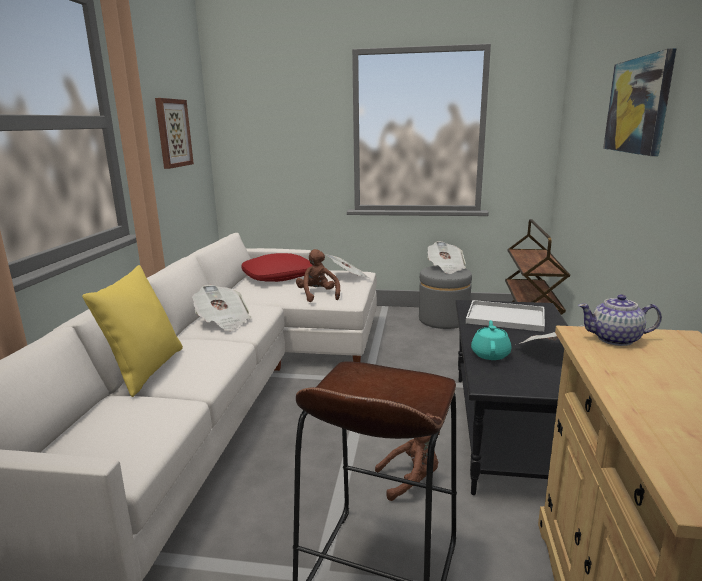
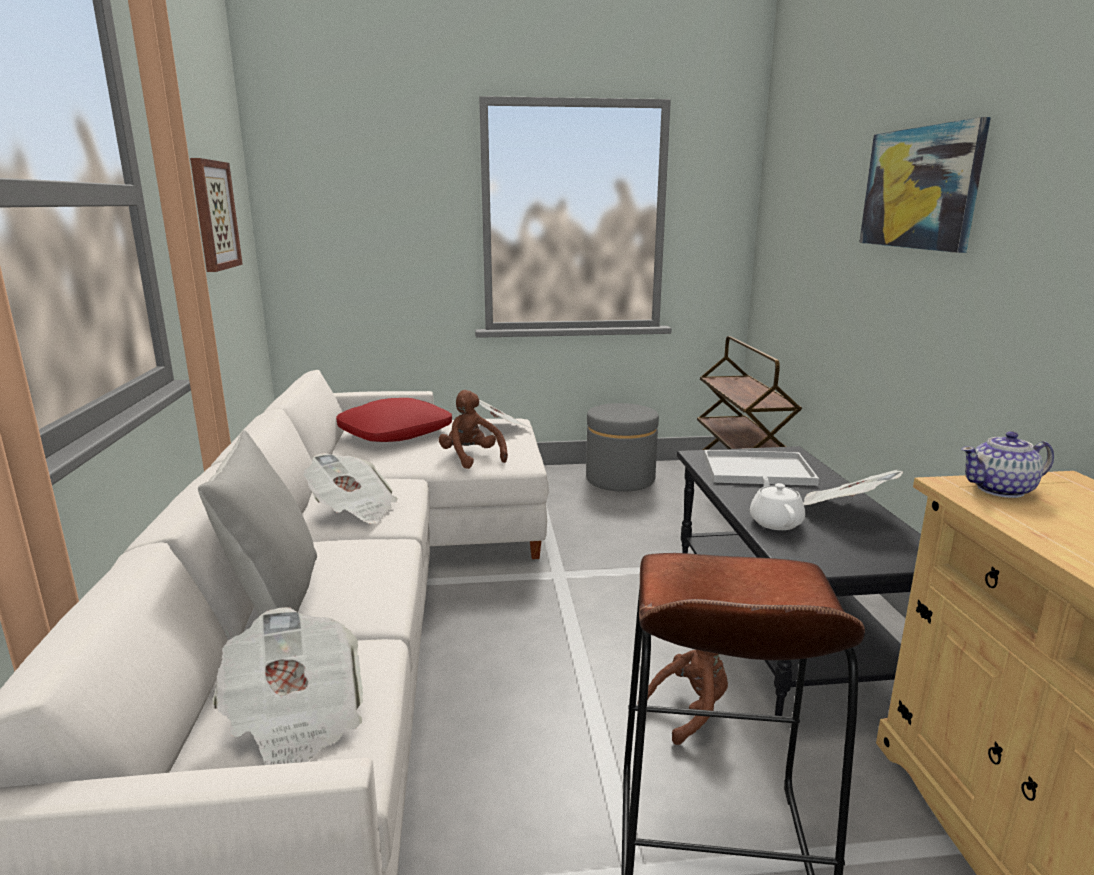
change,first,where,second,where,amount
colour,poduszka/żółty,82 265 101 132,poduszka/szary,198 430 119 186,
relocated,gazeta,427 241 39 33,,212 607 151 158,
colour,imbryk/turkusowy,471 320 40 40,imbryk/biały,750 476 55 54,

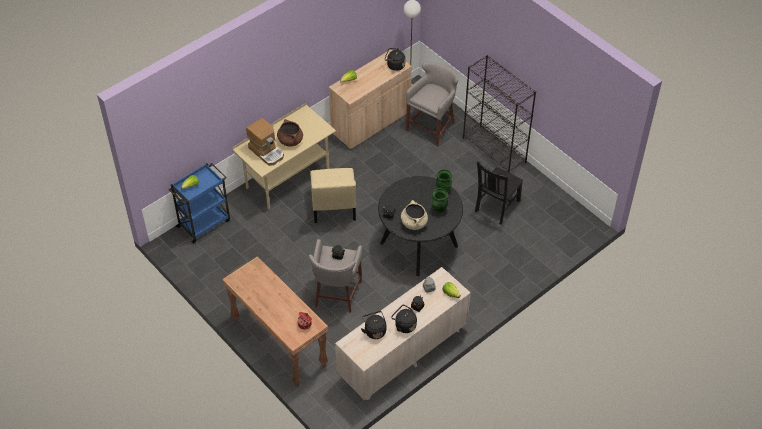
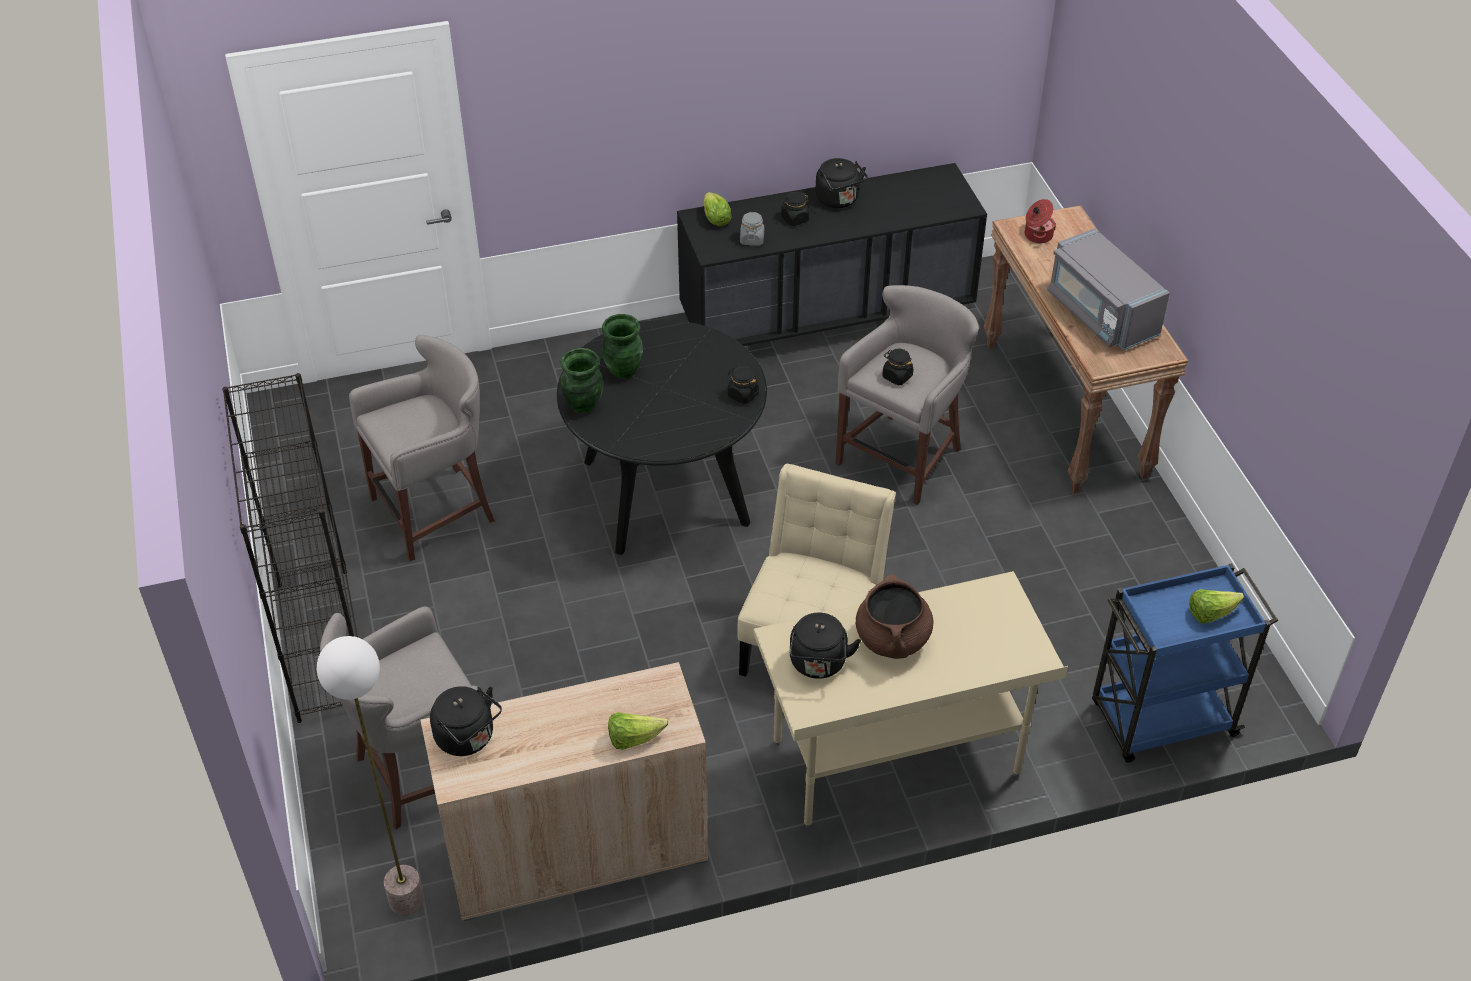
change,first,where,second,where,amount
exchanged,krzesło/czarny,475 161 48 64,stołek/szary,349 335 146 226,
colour,komoda/beżowy,335 267 136 133,komoda/czarny,677 163 310 183,
relocated,czajnik/czarny,361 311 25 28,,790 613 71 66,
appeared,,,mikrofalówka/szary,1047 228 123 122,
missing,ekspres do kawy,246 118 38 48,,,
missing,garnek/beżowy,401 200 27 30,,,

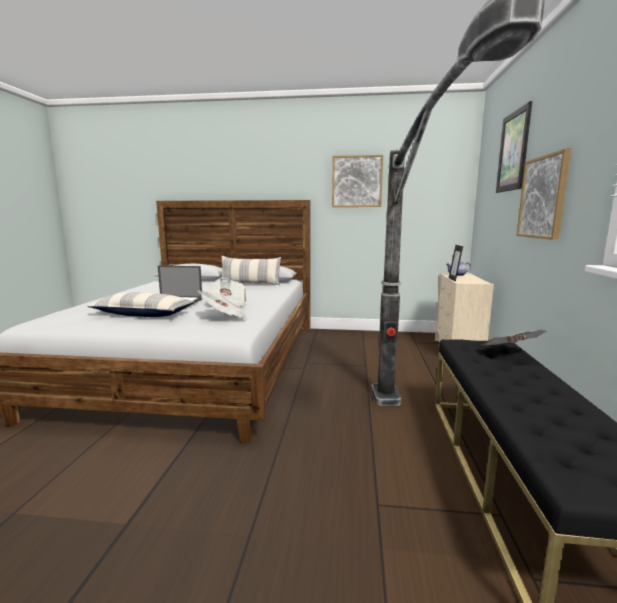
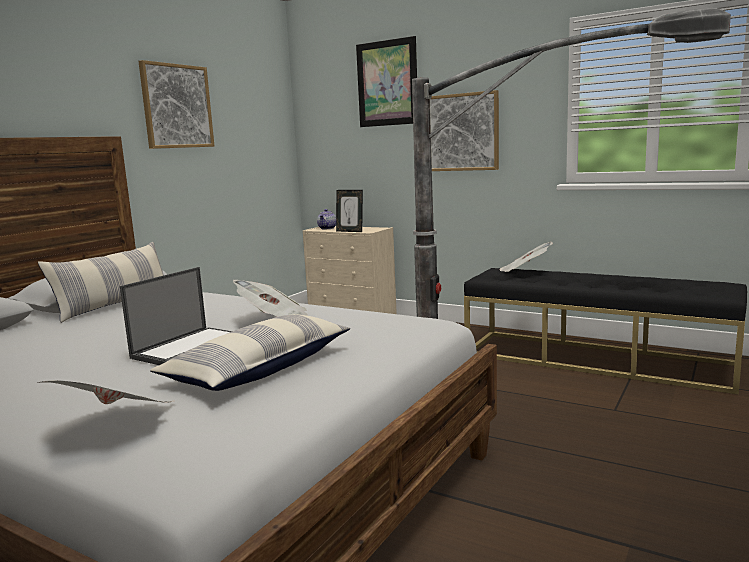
change,first,where,second,where,amount
relocated,gazeta,198 291 50 28,,37 380 137 24,

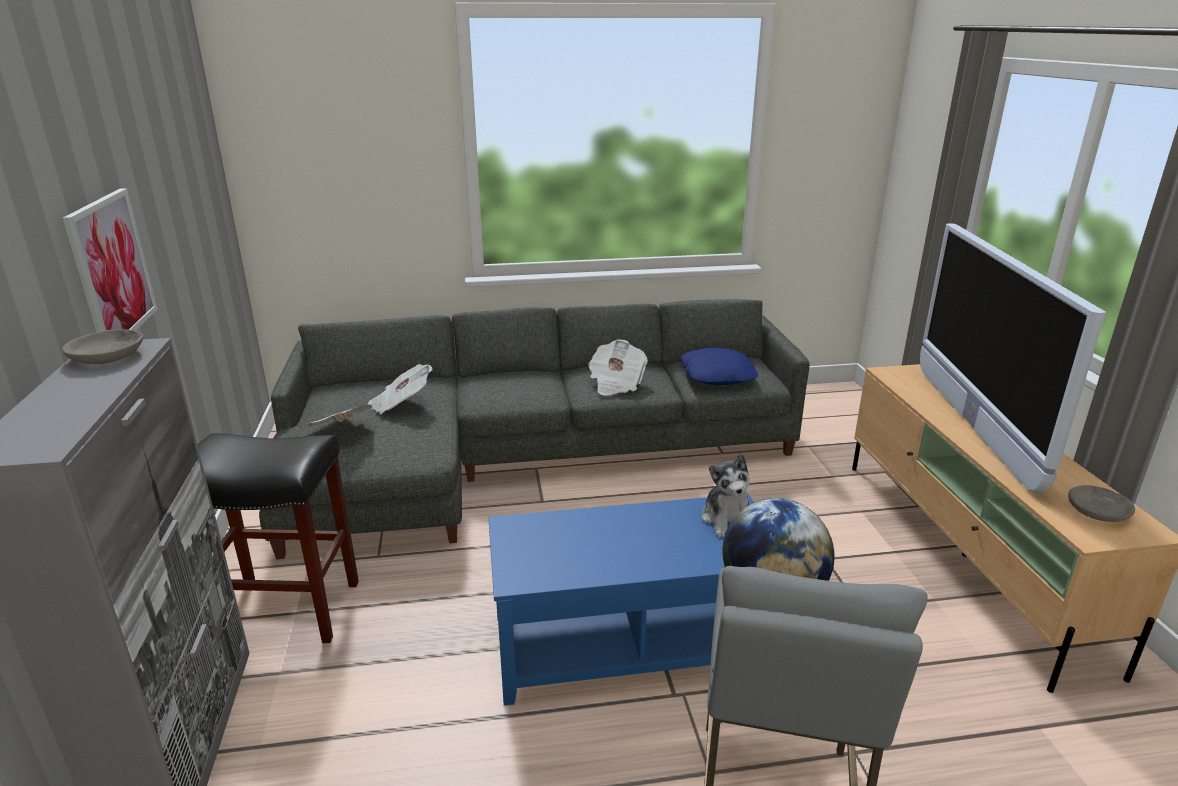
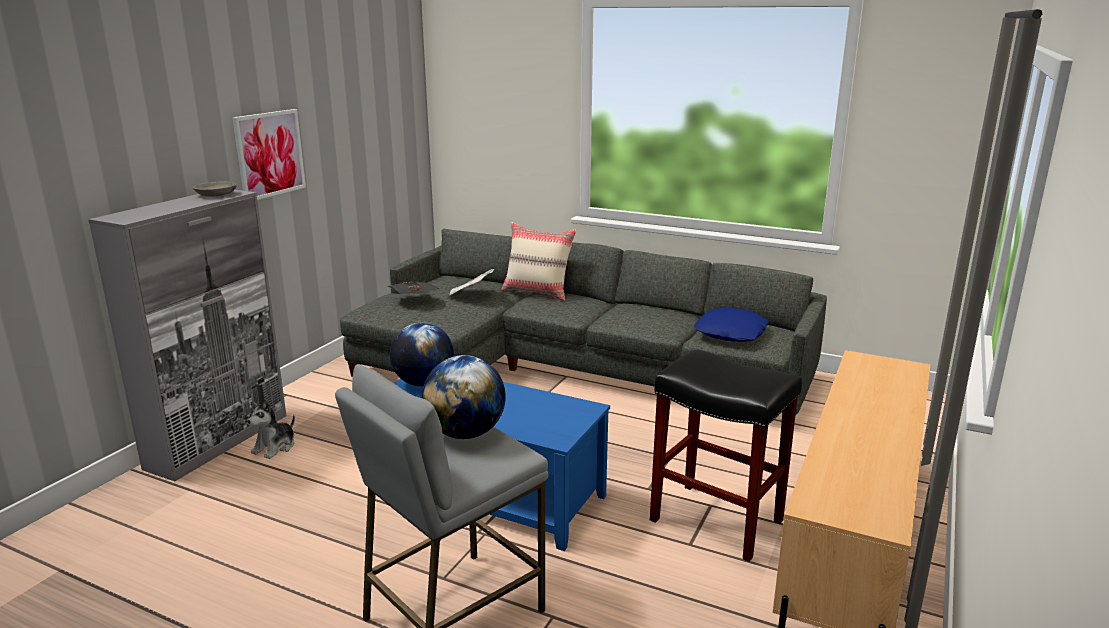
change,first,where,second,where,amount
relocated,pluszak,702 454 48 84,,247 399 48 60,
appeared,,,globus,390 322 64 64,
appeared,,,poduszka/beżowy,501 222 75 79,
relocated,stołek/czarny,197 433 162 210,,650 349 152 213,
missing,gazeta,588 339 60 56,,,
missing,telewizor,920 223 186 271,,,
missing,miska/szary,1068 485 67 37,,,

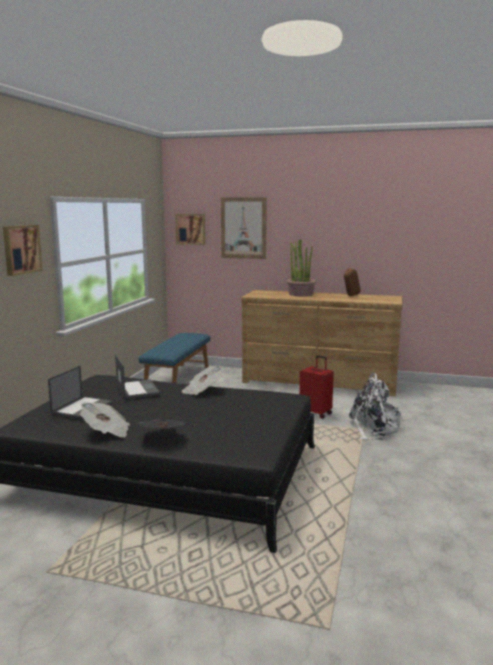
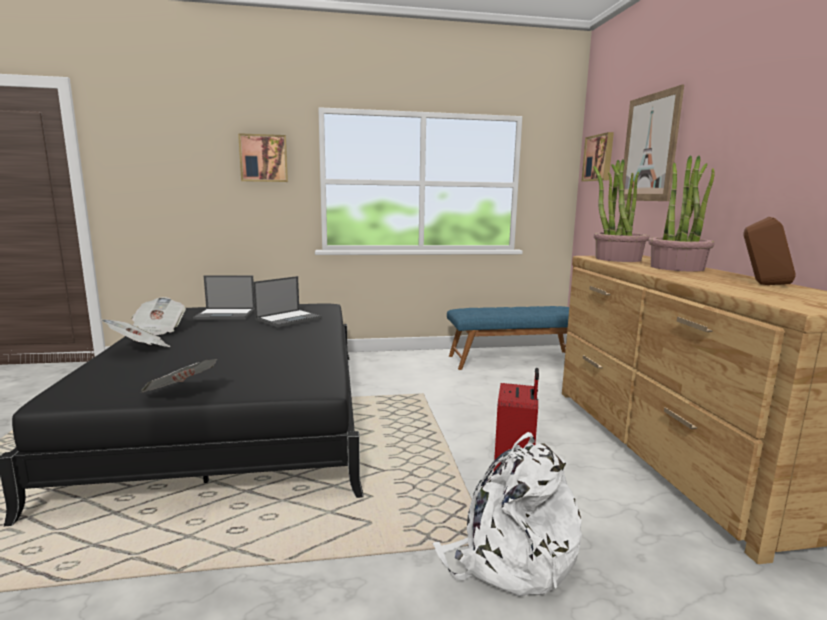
change,first,where,second,where,amount
relocated,gazeta,182 366 40 29,,140 359 78 34,
appeared,,,roślina doniczkowa,593 159 56 103,

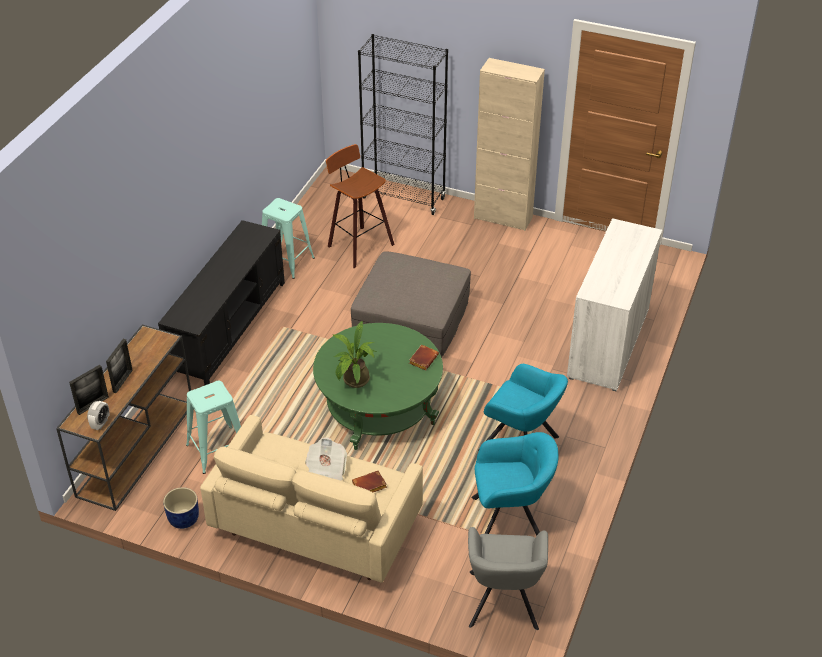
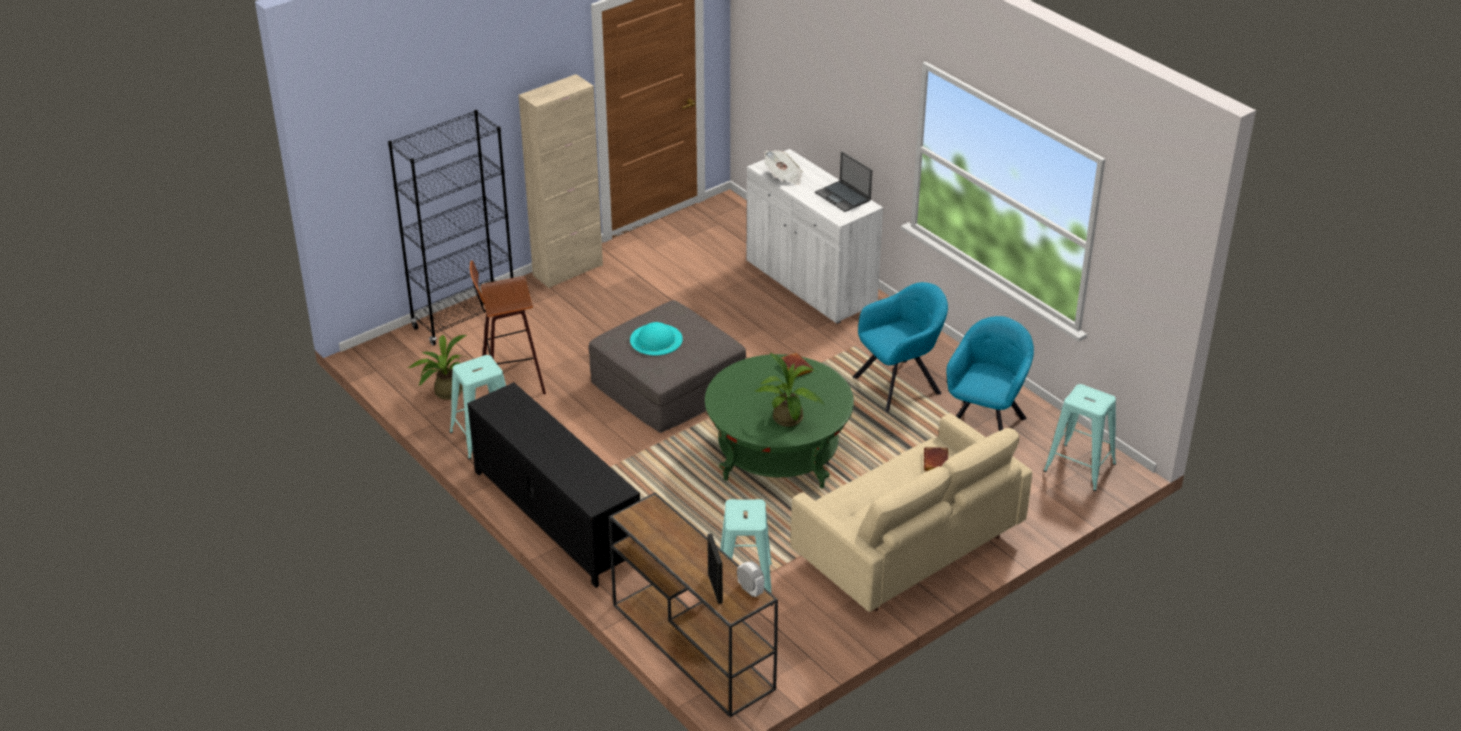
change,first,where,second,where,amount
appeared,,,roślina doniczkowa,408 335 61 65,
appeared,,,kapelusz/turkusowy,630 322 53 33,
relocated,gazeta,305 437 42 43,,764 150 39 35,
appeared,,,laptop,815 151 57 61,
exchanged,fotel/szary,468 527 80 103,stołek/turkusowy,1043 384 73 107,
missing,ramka na zdjęcie,106 339 27 54,,,
missing,donica/niebieski,163 487 36 42,,,

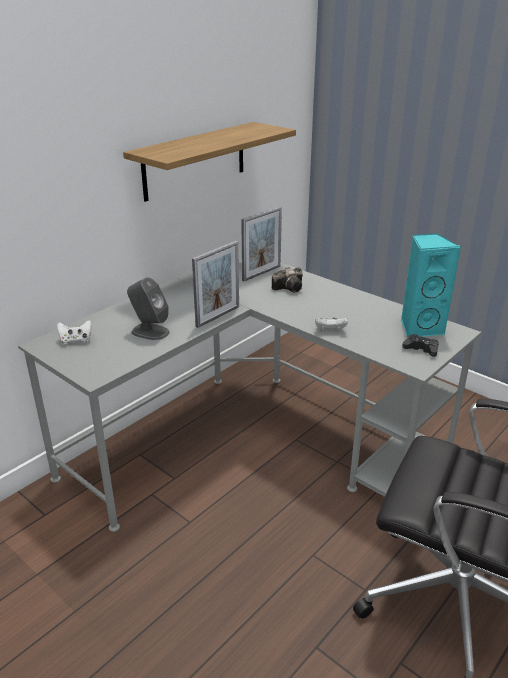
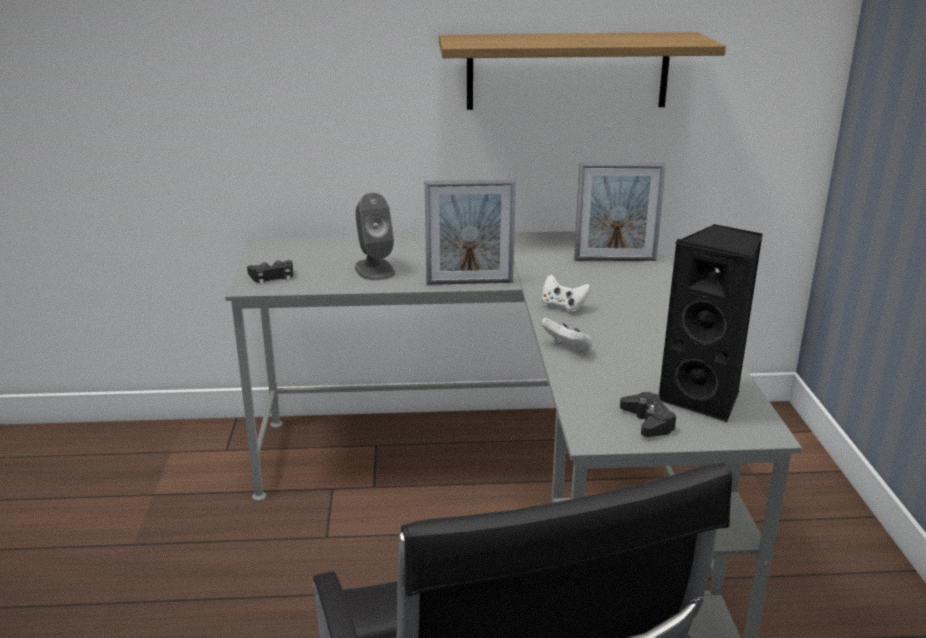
change,first,where,second,where,amount
appeared,,,pad do gier/czarny,247 260 46 24,
relocated,pad do gier/biały,57 320 35 24,,542 274 49 39,
colour,głośnik/turkusowy,401 233 60 104,głośnik/czarny,659 224 103 198,
missing,aparat fotograficzny,272 267 31 26,,,

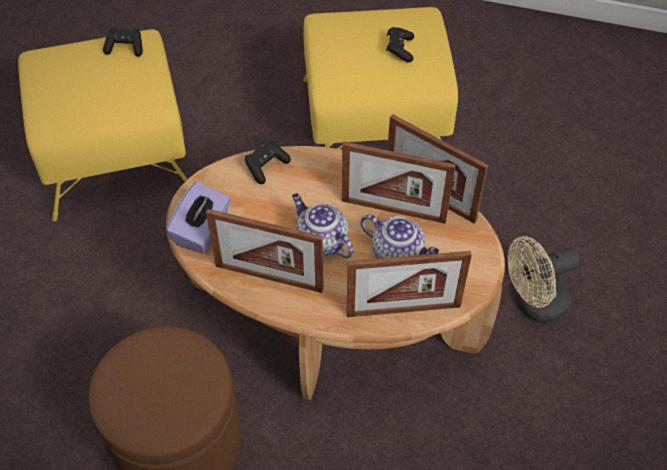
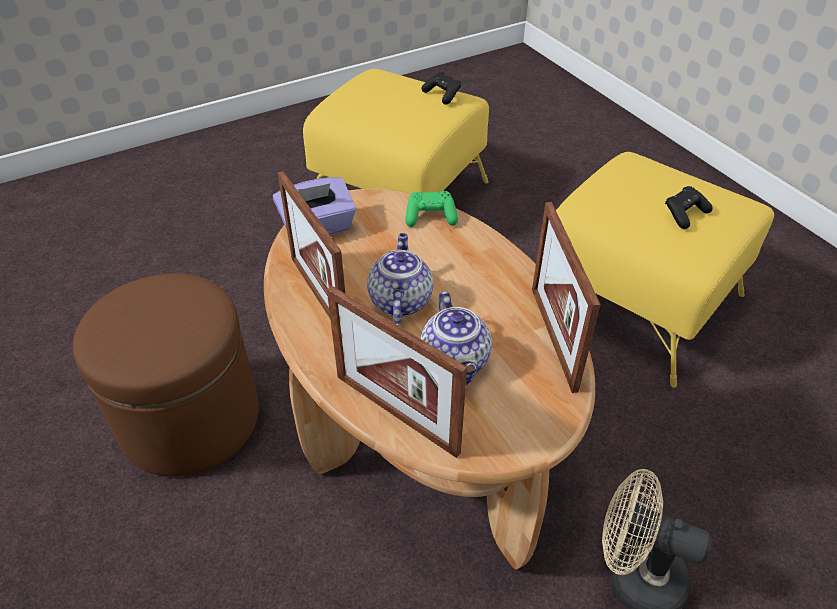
change,first,where,second,where,amount
colour,pad do gier/czarny,245 140 46 44,pad do gier/zielony,406 191 52 36,
missing,ramka na zdjęcie,342 141 114 83,,,

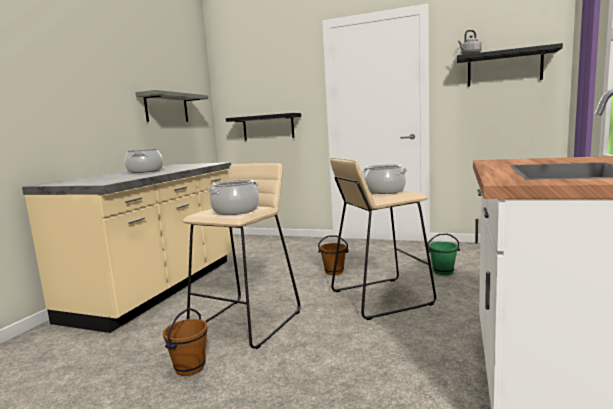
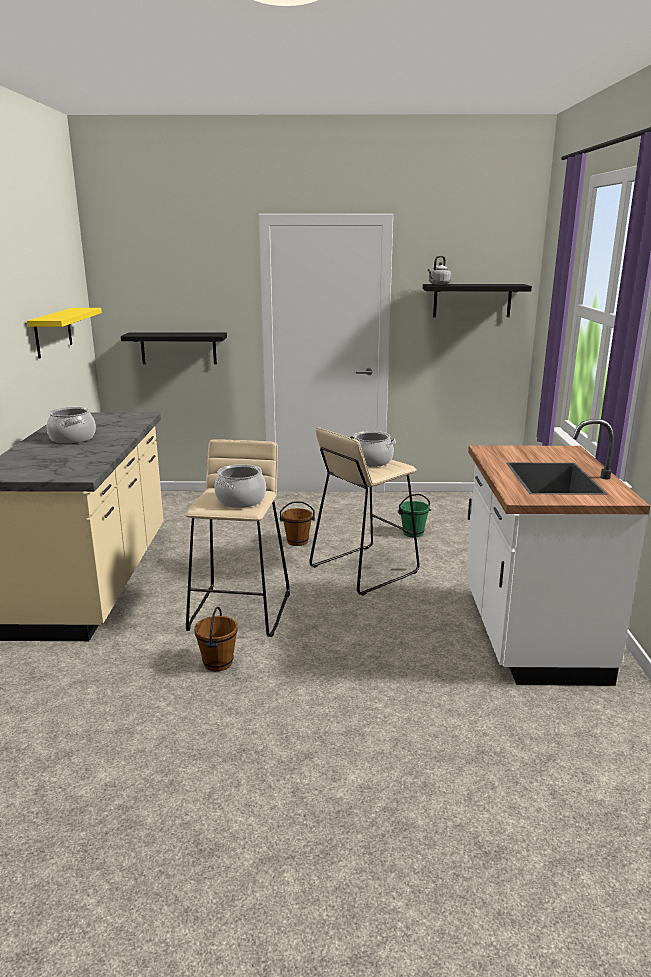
change,first,where,second,where,amount
colour,półka/szary,135 90 73 32,półka/żółty,27 308 75 50,

